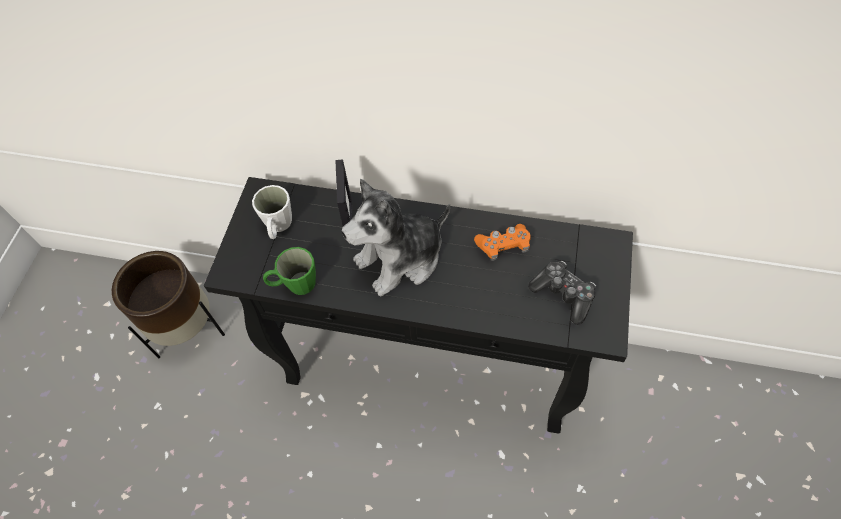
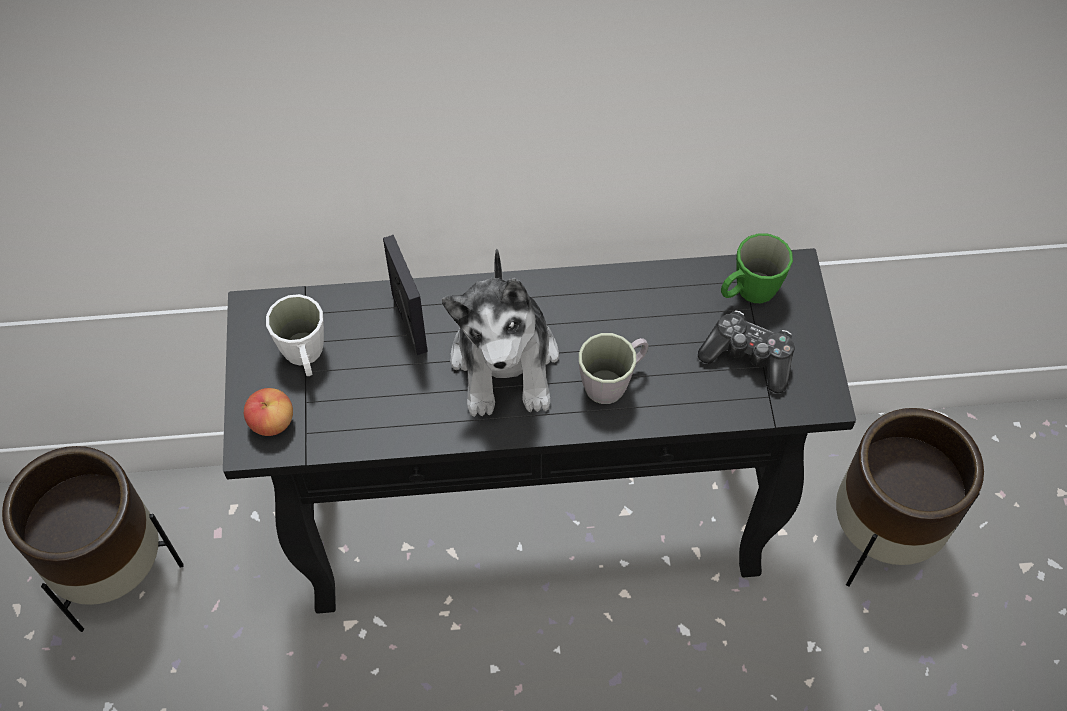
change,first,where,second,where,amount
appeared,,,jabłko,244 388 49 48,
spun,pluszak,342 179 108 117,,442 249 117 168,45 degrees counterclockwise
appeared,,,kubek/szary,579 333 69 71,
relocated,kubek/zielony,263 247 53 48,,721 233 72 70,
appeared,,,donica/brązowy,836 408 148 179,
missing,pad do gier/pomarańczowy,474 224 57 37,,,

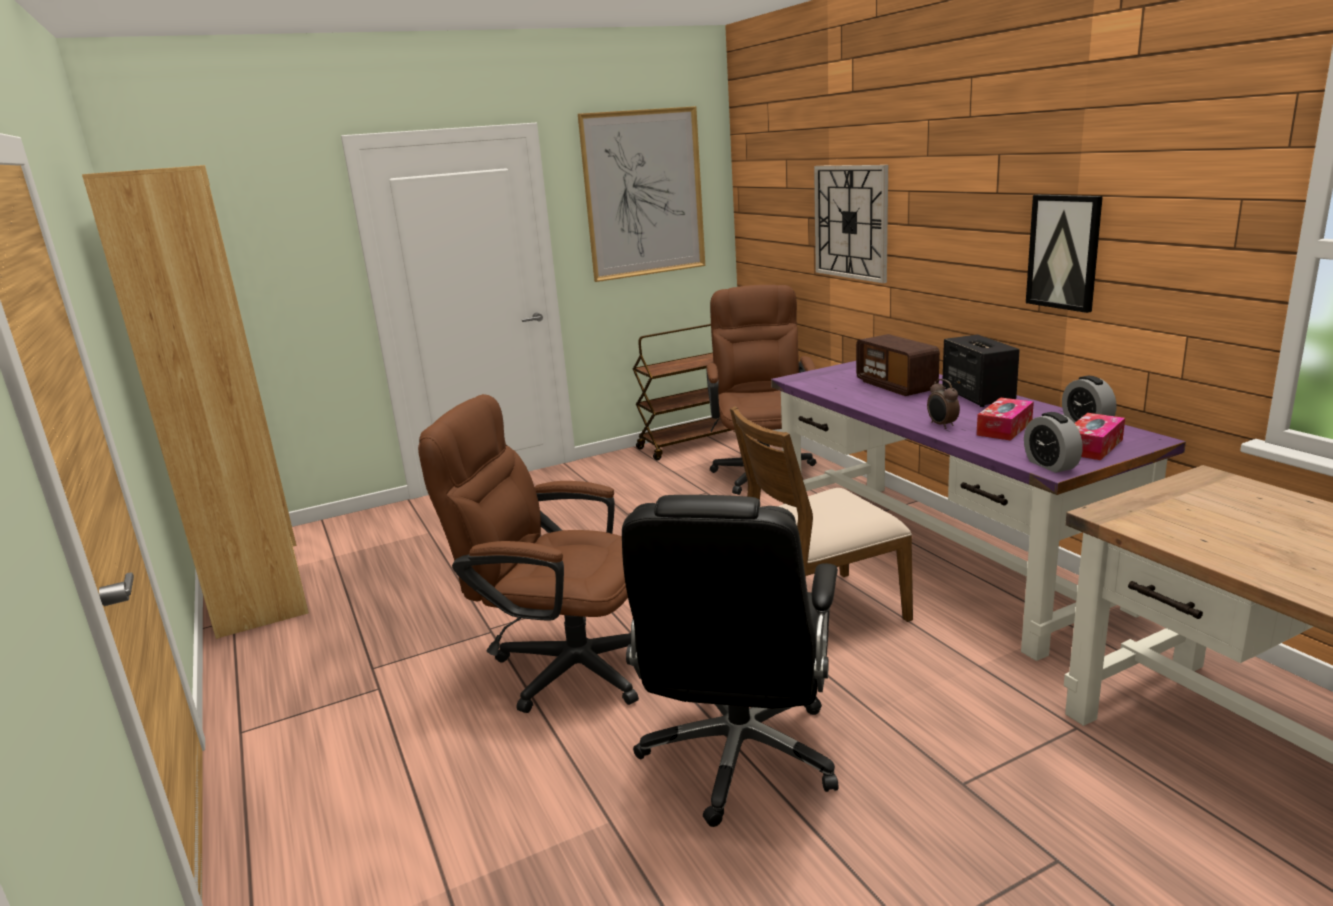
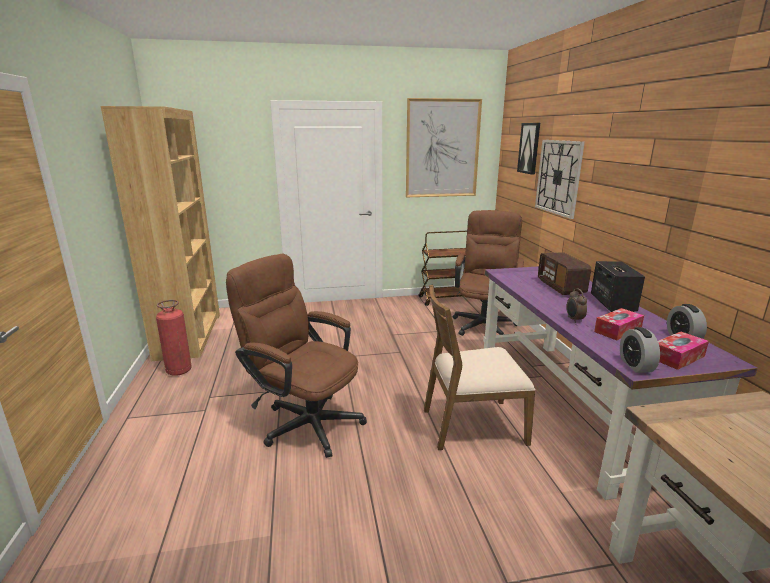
change,first,where,second,where,amount
appeared,,,gaśnica,156 300 36 76,
relocated,obraz,1026 195 77 118,,517 123 23 52,
missing,krzesło biurowe/czarny,622 495 217 332,,,

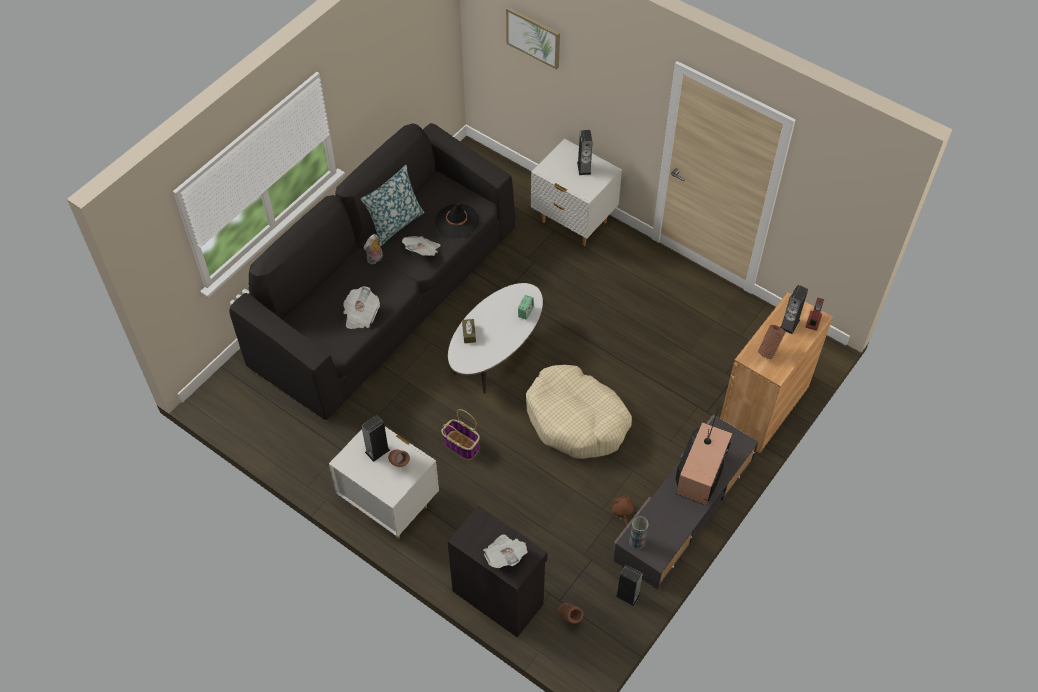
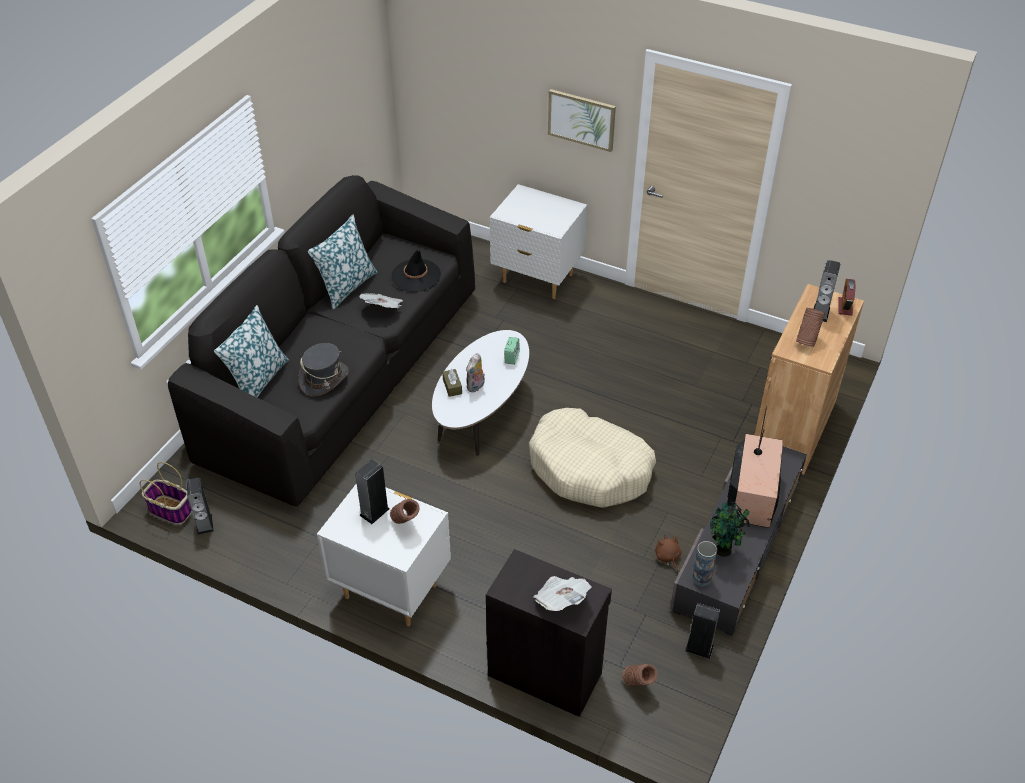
change,first,where,second,where,amount
relocated,koszyk,441 409 39 51,,140 462 52 62,
relocated,głośnik,577 130 16 45,,186 478 28 57,
appeared,,,poduszka,214 305 75 93,
exchanged,gazeta,343 286 37 43,kapelusz/szary,298 343 51 53,
relocated,pluszak,364 234 19 30,,466 353 19 39,
relocated,obraz,506 7 54 63,,548 89 68 63,
appeared,,,roślina doniczkowa,710 501 40 56,

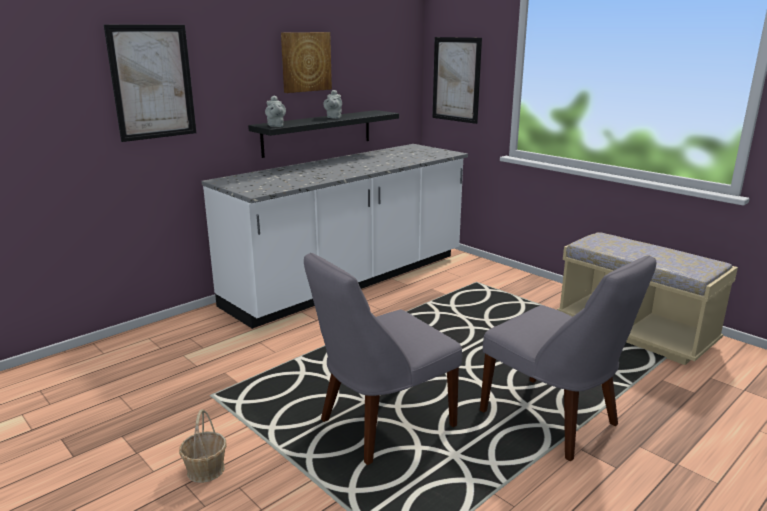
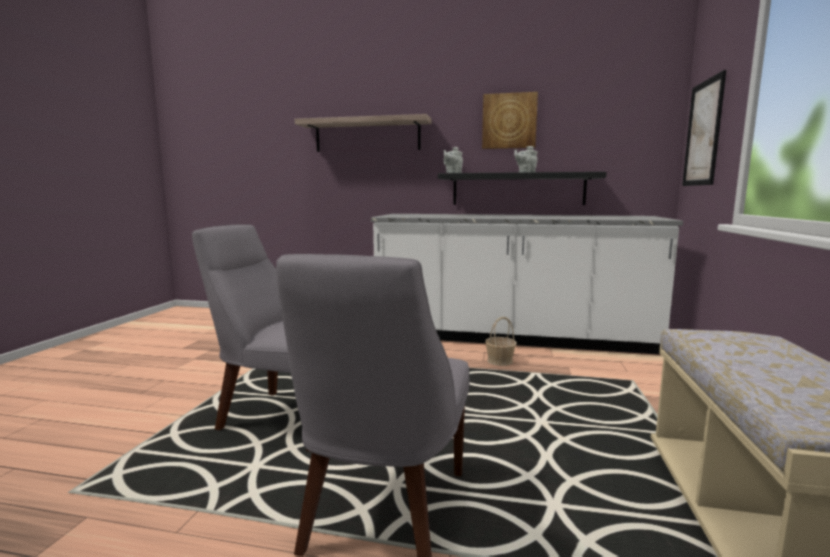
change,first,where,second,where,amount
exchanged,obraz,103 24 93 118,półka,295 114 137 38,
relocated,koszyk,179 409 48 74,,485 317 32 49,

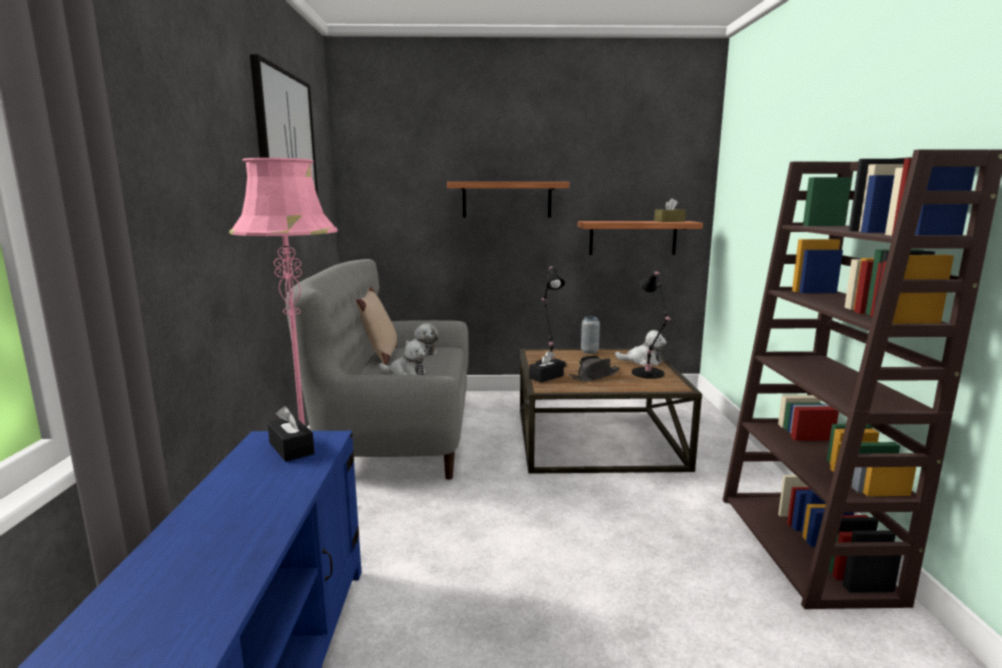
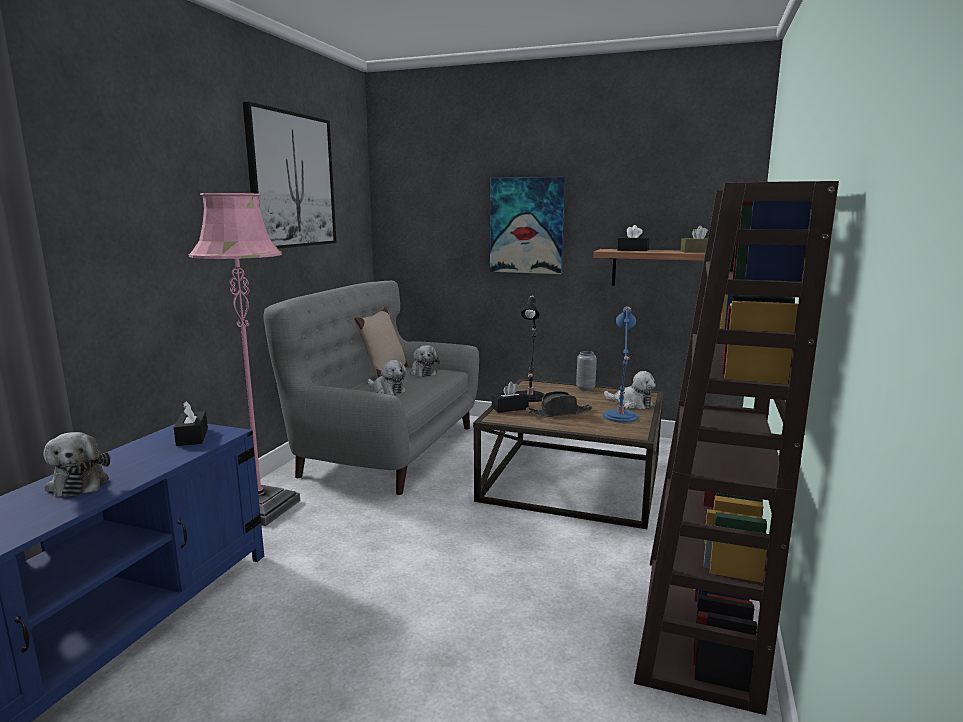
change,first,where,second,where,amount
appeared,,,pluszak,43 432 67 65,
exchanged,półka,447 182 122 36,obraz,490 177 75 97,
colour,lampa stołowa/czarny,632 271 39 108,lampa stołowa/niebieski,603 306 35 117,
appeared,,,pudełko chusteczek/czarny,617 225 32 26,

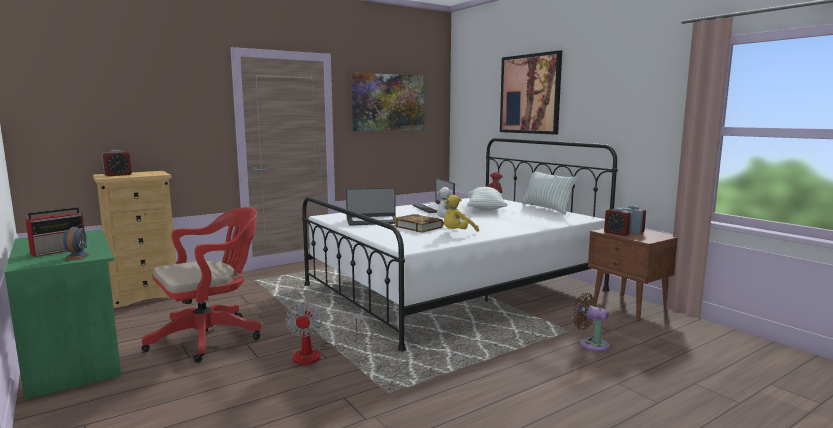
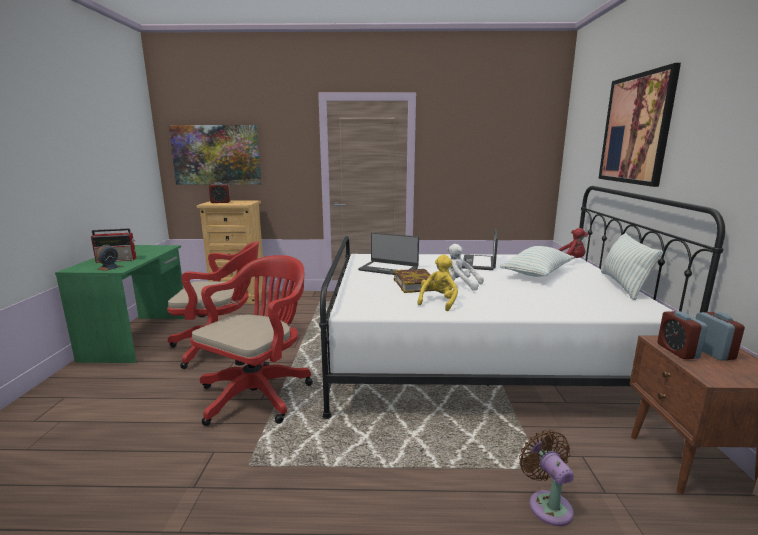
change,first,where,second,where,amount
relocated,obraz,351 73 74 58,,168 125 93 60,
exchanged,wentylator,285 302 75 63,krzesło biurowe/czerwony,190 255 123 171,
spun,pluszak/żółty,444 195 35 37,,417 255 41 56,120 degrees clockwise

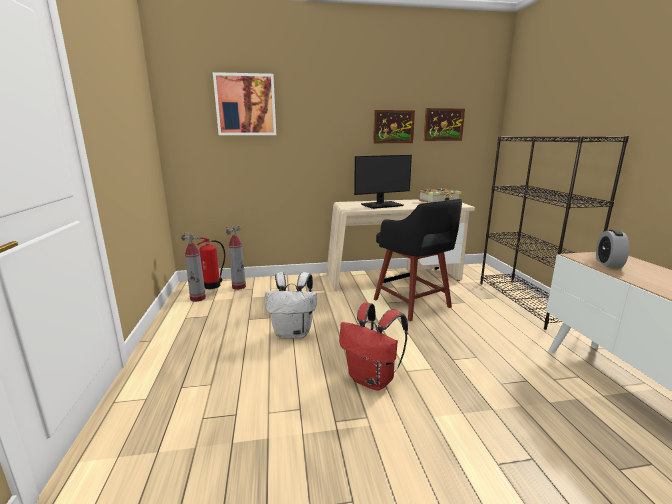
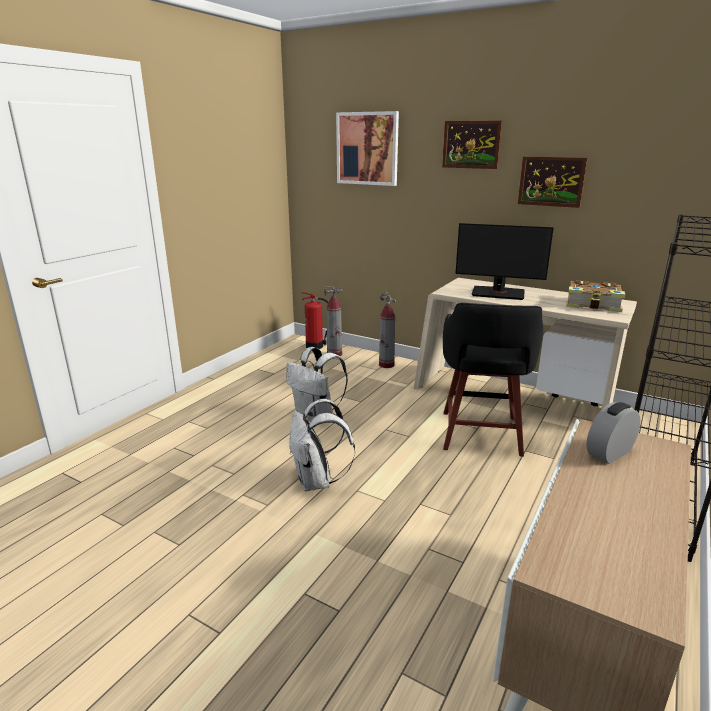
change,first,where,second,where,amount
colour,plecak/czerwony,339 303 69 88,plecak/biały,289 399 66 92,
relocated,gaśnica,181 232 25 70,,379 291 17 77,
relocated,obraz,424 108 41 33,,442 120 61 49,

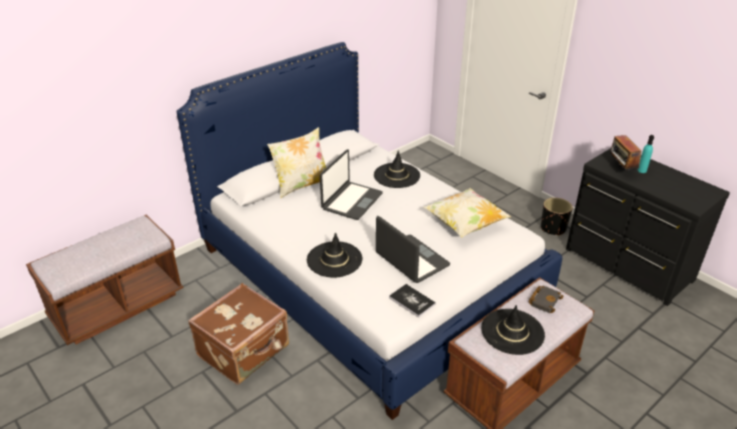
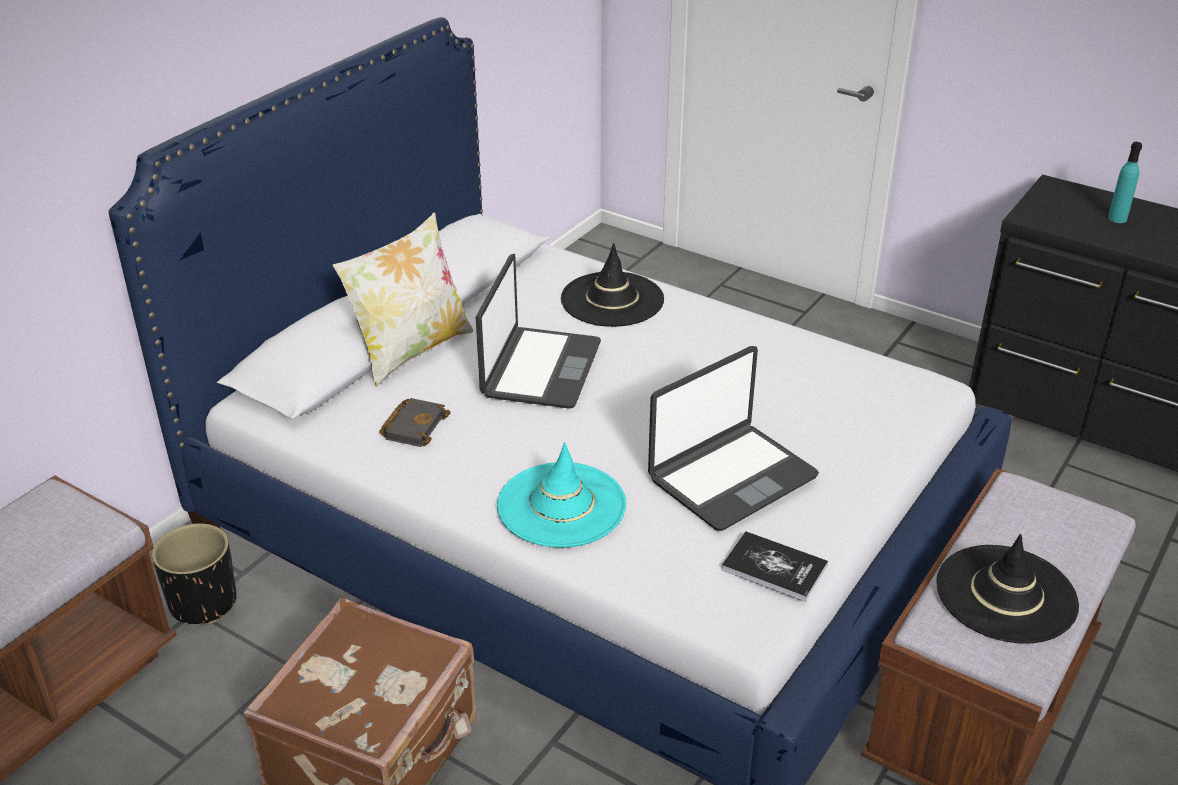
change,first,where,second,where,amount
relocated,donica/czarny,541 198 32 38,,152 523 85 101,
relocated,książka/czarny,528 286 36 27,,379 398 72 49,
colour,kapelusz/czarny,307 233 55 45,kapelusz/turkusowy,497 442 129 106,
spun,laptop,376 216 74 67,,648 346 171 185,105 degrees clockwise
missing,poduszka,424 188 87 50,,,
missing,radio,610 135 32 36,,,

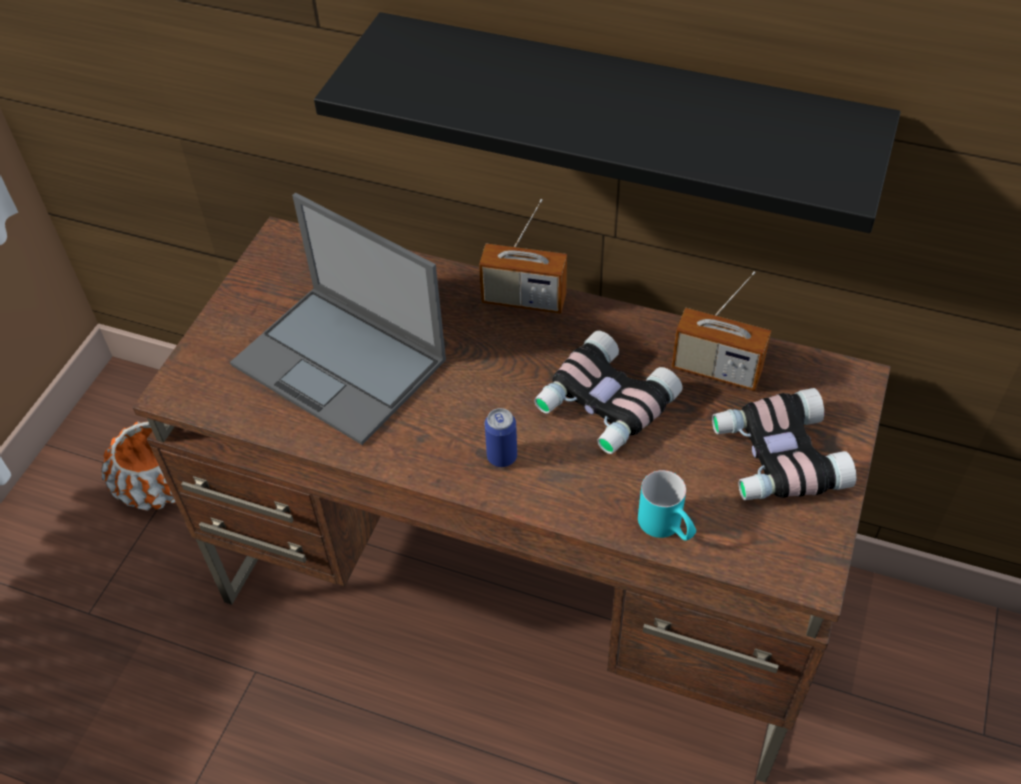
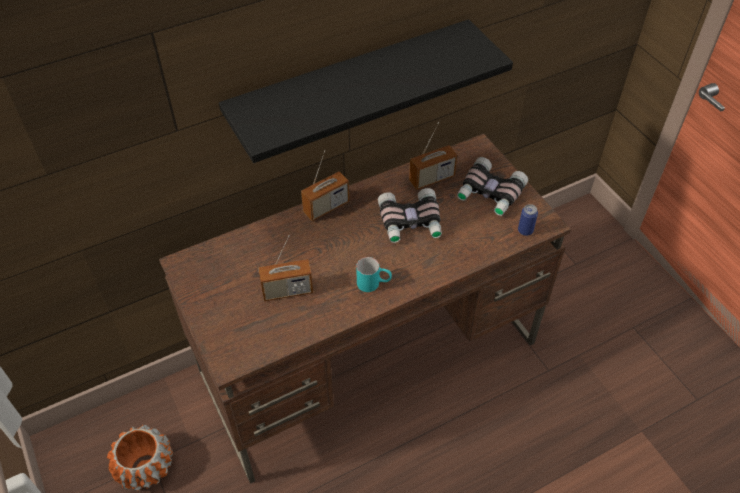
change,first,where,second,where,amount
exchanged,laptop,230 193 216 252,radio,258 235 55 66,
relocated,kubek/turkusowy,638 470 58 71,,356 257 36 35,
relocated,puszka,485 408 32 59,,518 204 20 32,

